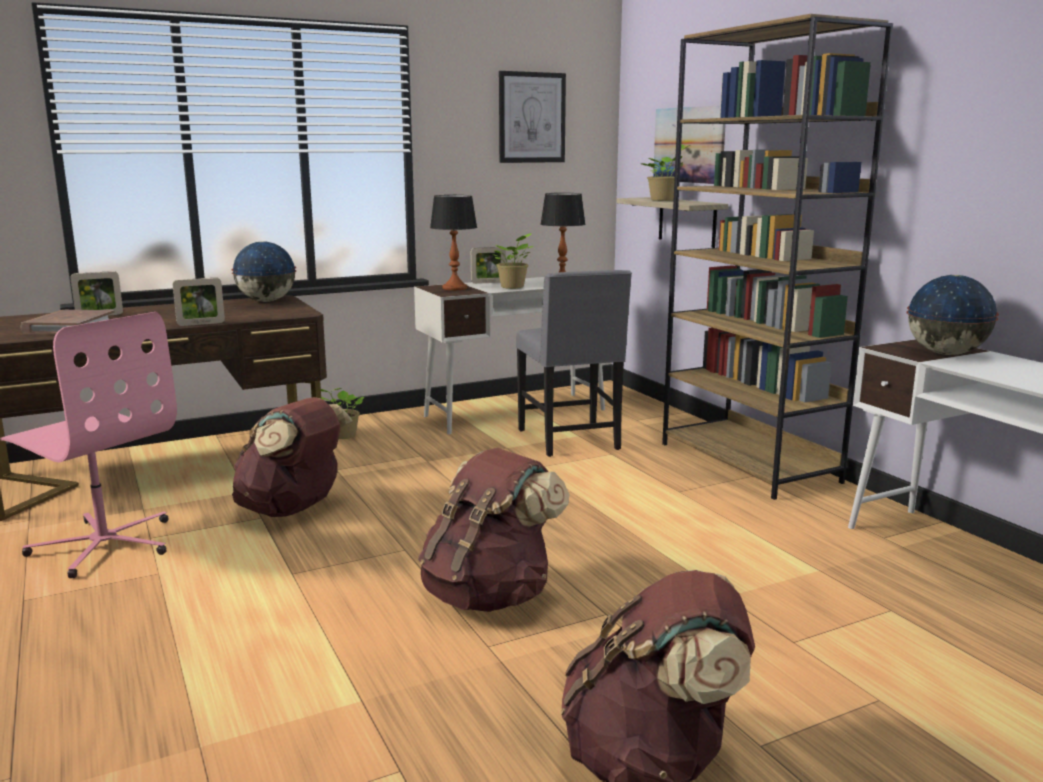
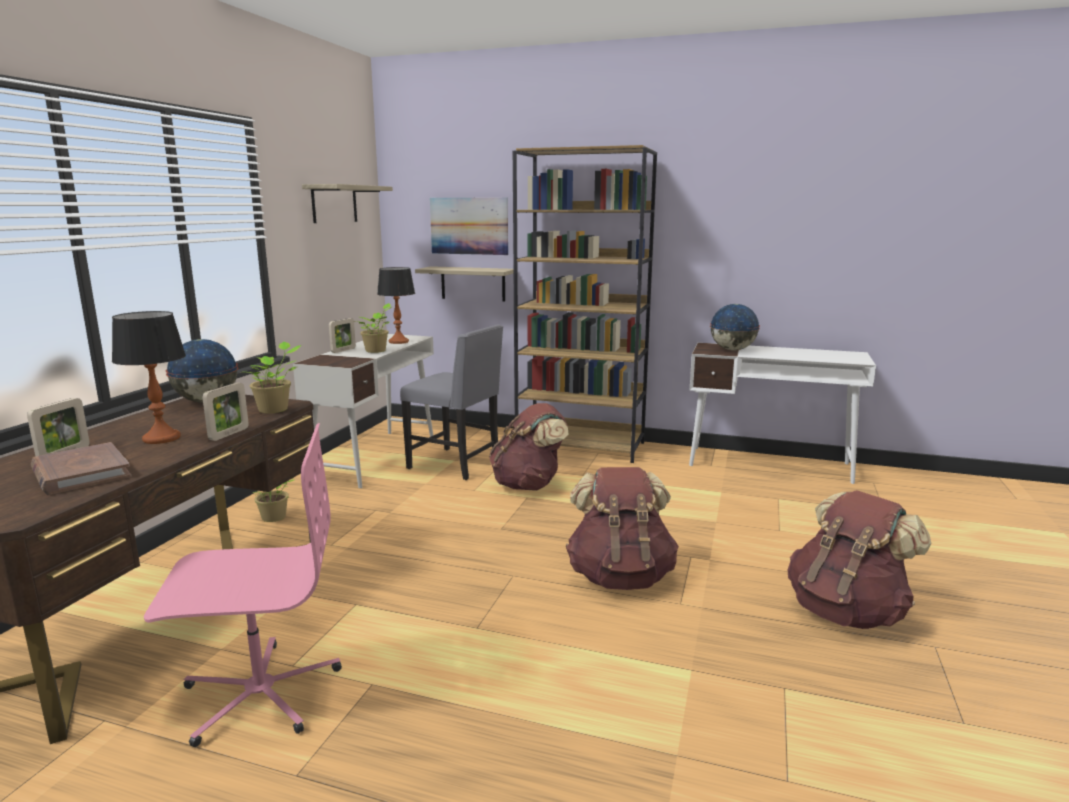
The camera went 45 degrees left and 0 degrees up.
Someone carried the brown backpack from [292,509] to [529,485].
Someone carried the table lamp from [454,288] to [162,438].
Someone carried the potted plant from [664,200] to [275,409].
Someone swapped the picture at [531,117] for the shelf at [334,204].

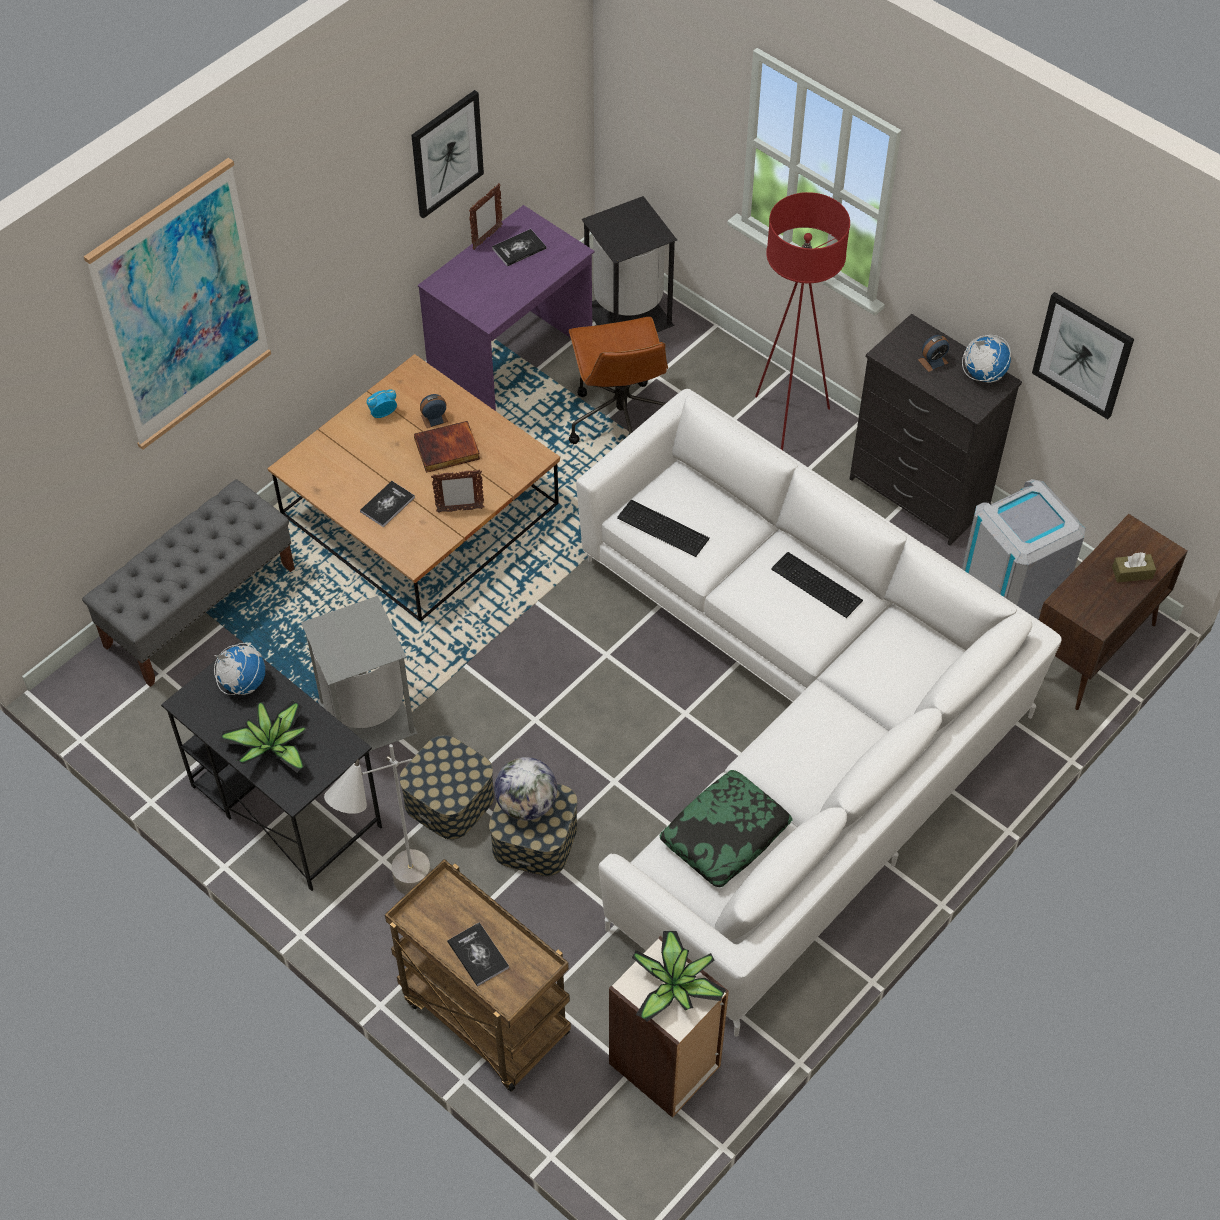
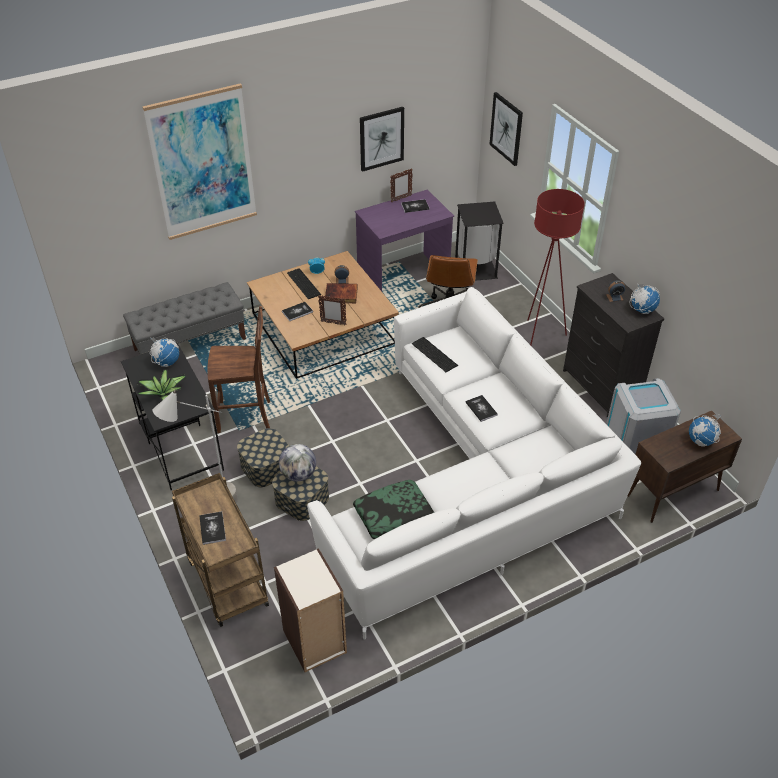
The camera went 20 degrees right and 10 degrees down.
Someone took away the potted plant at [675,986].
Someone put down the book at [481,409].
Someone carried the keyboard from [816,586] to [303,284].
Someone carried the picture from [1083,354] to [506,128].
Someone swapped the grey trash can at [369,718] for the brown chair at [246,416].
Someone swapped the brown tissue box at [1132,573] for the globe at [701,441].

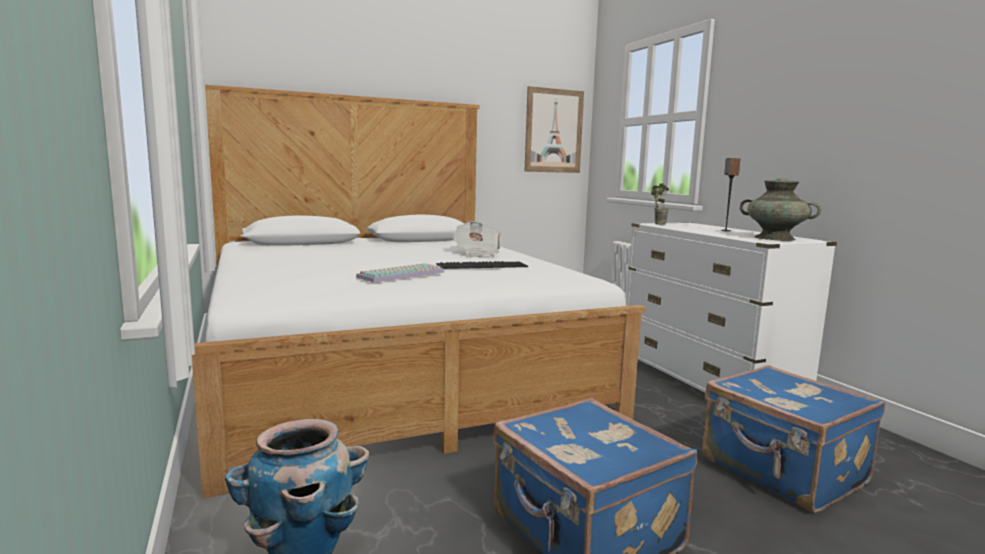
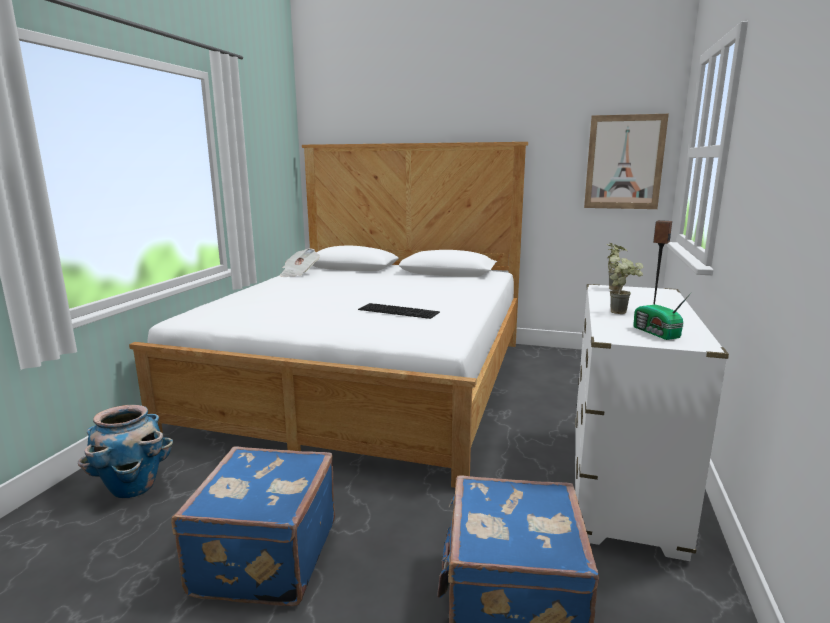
The camera went 40 degrees right and 5 degrees up.
Someone took away the keyboard at [401,274].
Someone put down the potted plant at [622,312].
Someone carried the newspaper from [477,253] to [299,274].
Someone swapped the turquoise vase at [775,238] for the radio at [656,333].

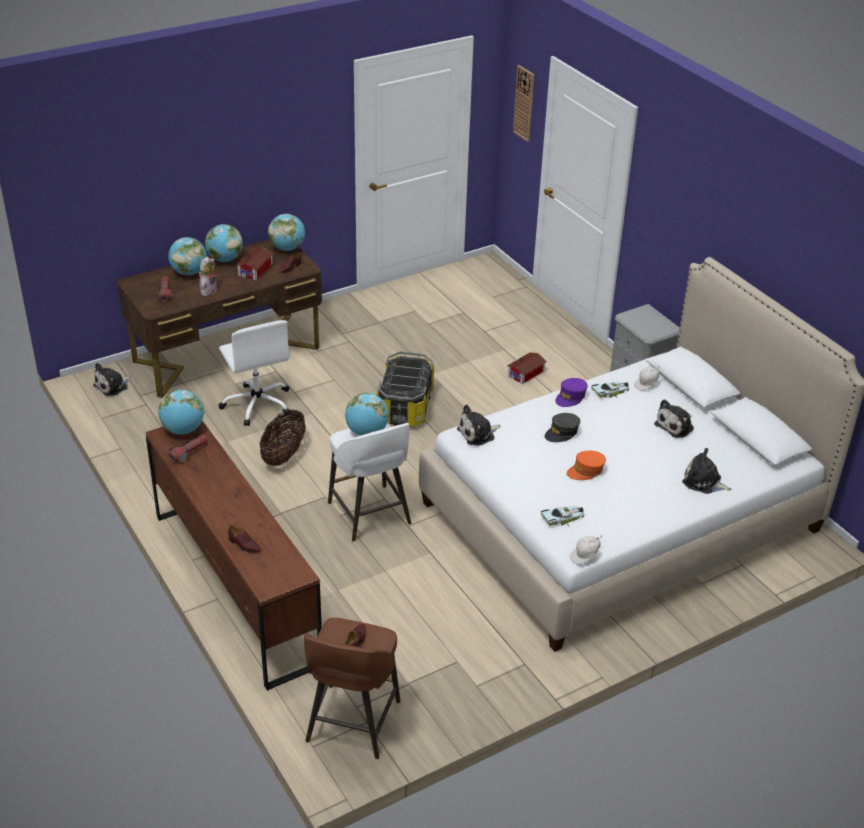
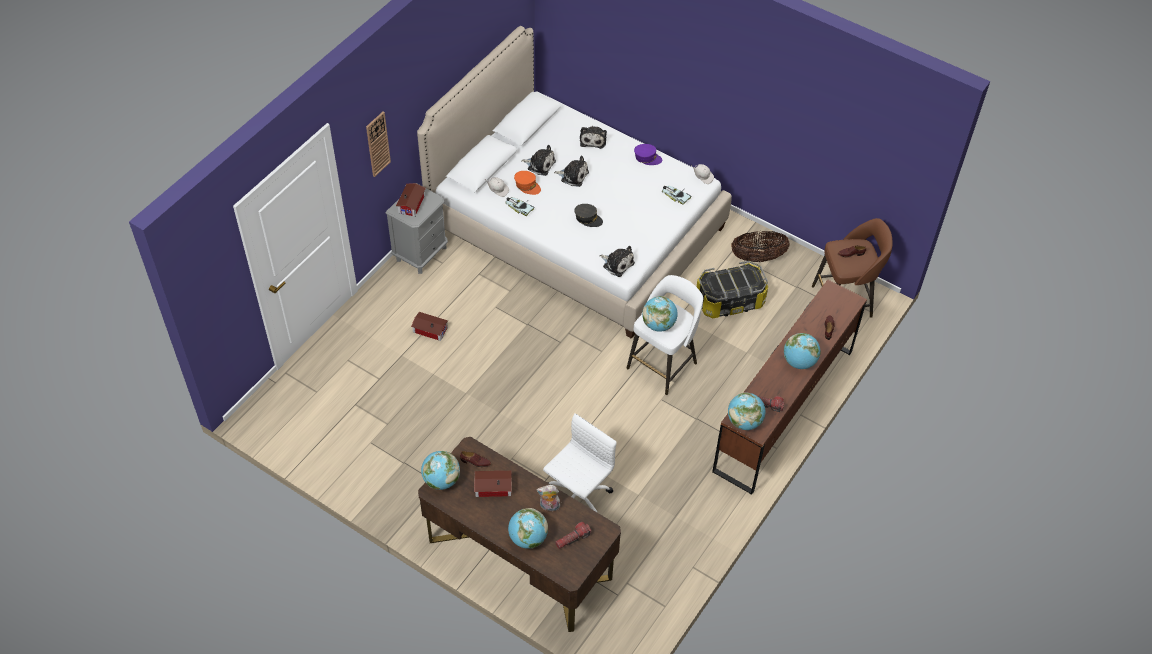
The camera went 115 degrees left and 15 degrees up.
Someone put down the toy house at [412,203].
Someone carried the plush toy from [113,386] to [573,176].
Someone carried the globe from [225,259] to [799,362].
Someone carried the basket from [284,454] to [758,257].
Someone carried the storage box from [404,406] to [729,301].
Someone carried the wall clock from [524,103] to [377,144].
Someone carried the purple cap from [570,397] to [647,158].
Someone carried the orange cap from [586,471] to [527,186].

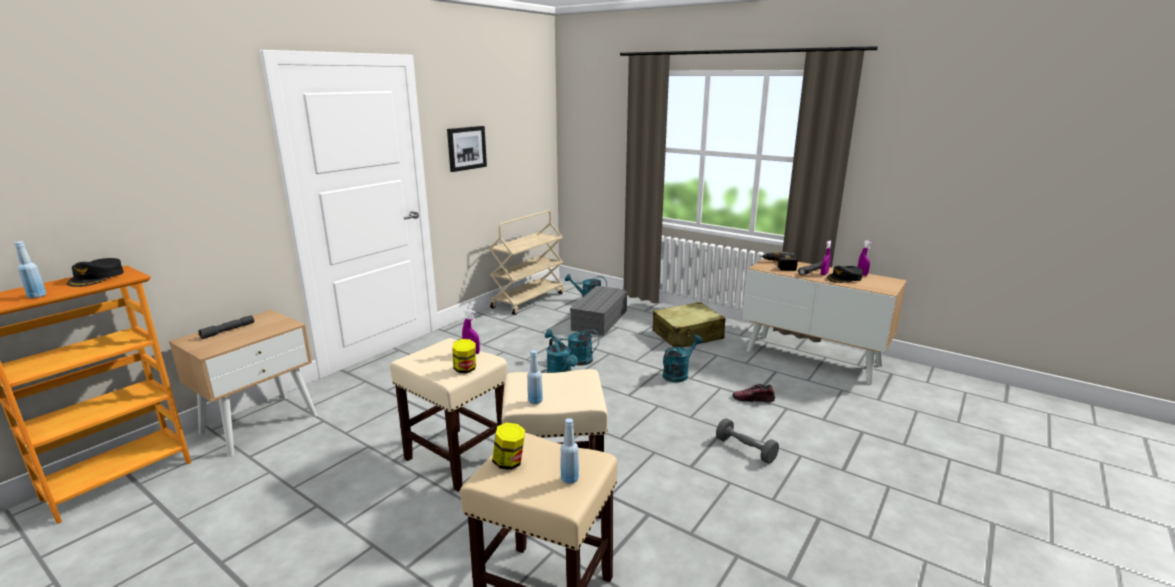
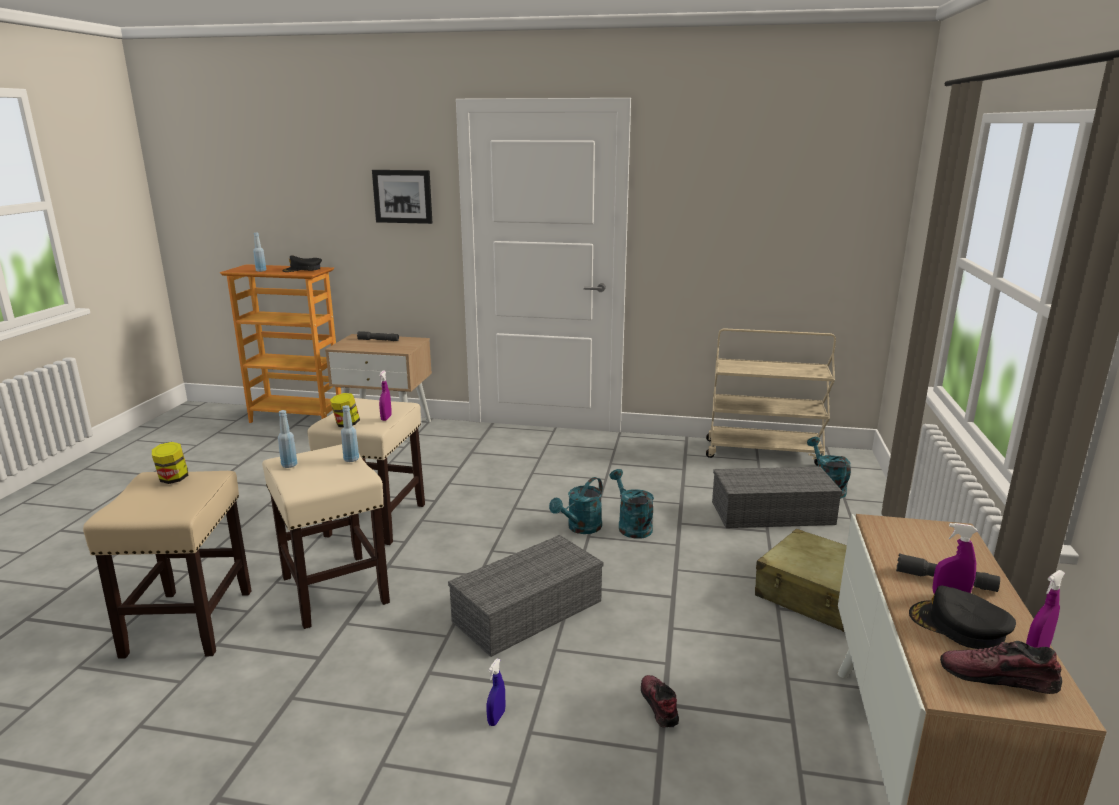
The camera went 65 degrees right and 0 degrees up.
Someone took away the turquoise watering can at [678,374].
Someone took away the power drill at [779,265].
Someone put down the grey storage box at [528,609].
Someone put down the shoe at [998,678].
Someone carried the picture from [466,148] to [403,196].
Someone carried the blue bottle from [569,479] to [351,459].
Someone swapped the grey dumbbell at [745,450] for the blue spray bottle at [496,718].

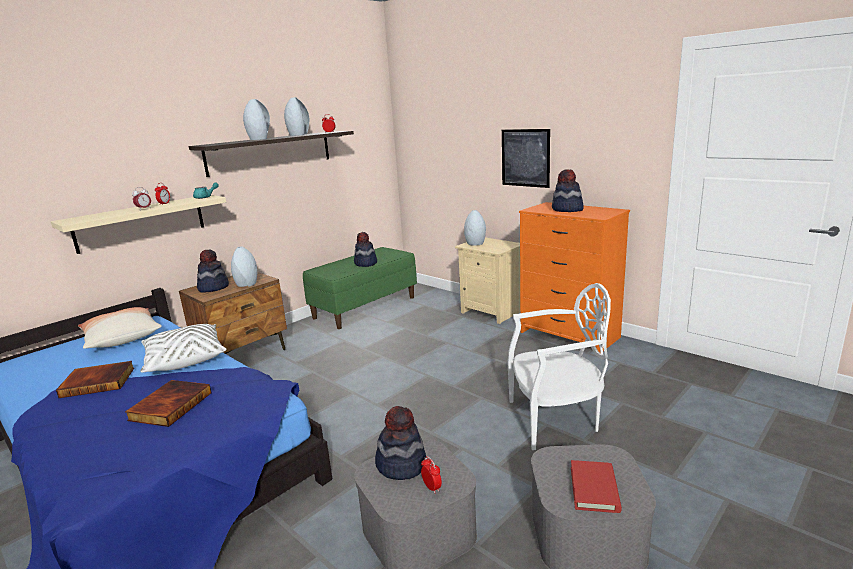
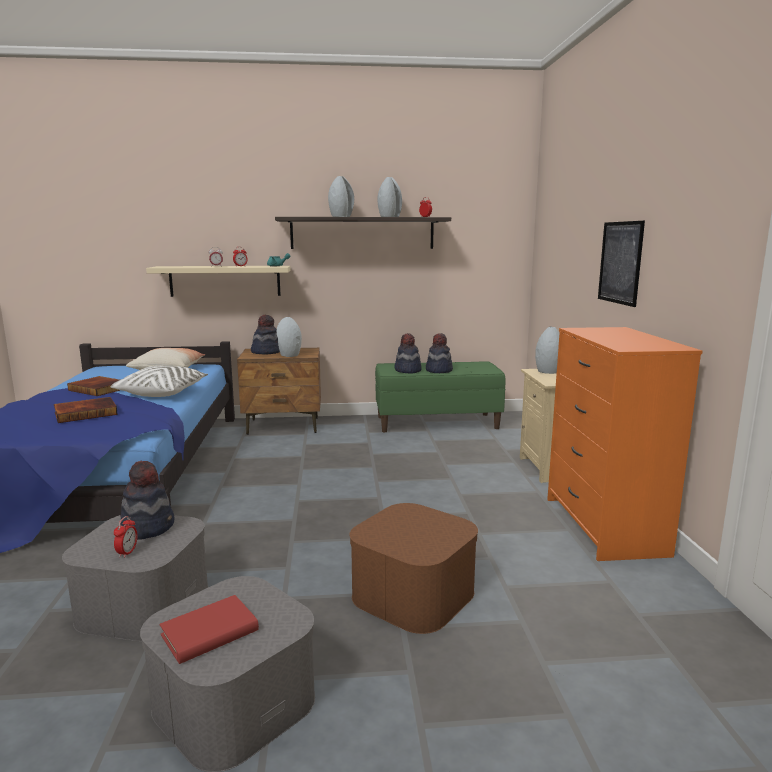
The camera went 40 degrees right and 5 degrees down.
Someone carried the hat from [567,210] to [407,370].
Someone swapped the white chair at [555,420] for the brown storage box at [413,594].

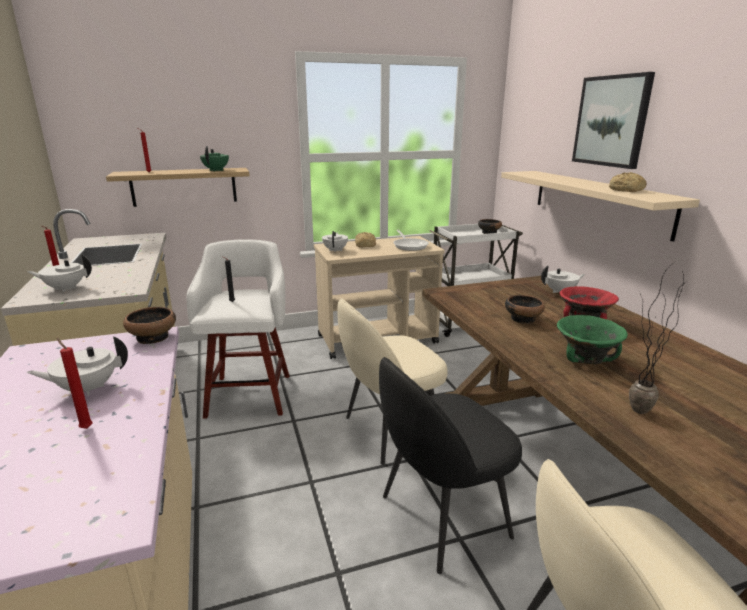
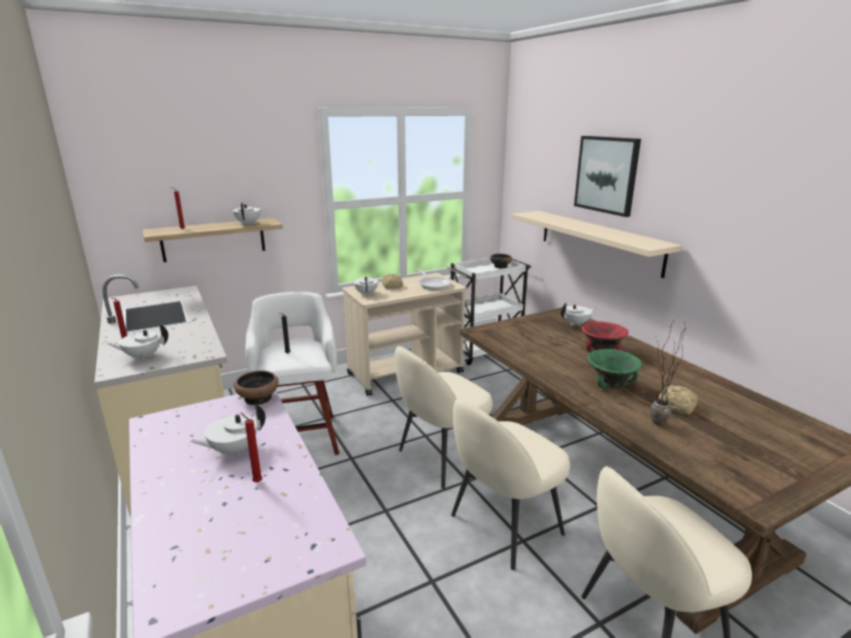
The camera went 10 degrees left and 0 degrees up.
Someone took away the bowl at [523,318].
Someone carried the bread from [627,190] to [677,406].
Someone repainted the green teapot at [216,170], which became the white teapot at [249,223].
Someone repainted the black chair at [441,517], which became the beige chair at [503,526].

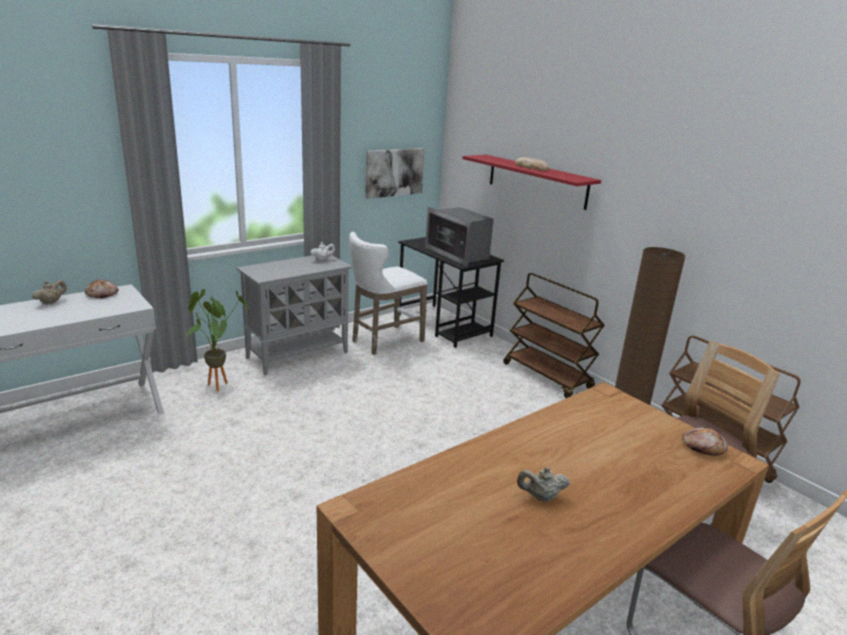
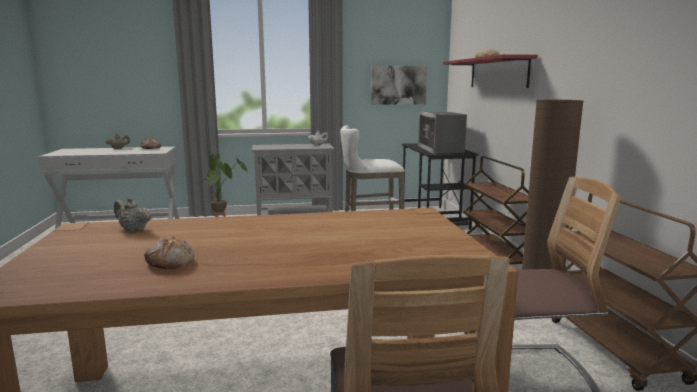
The camera went 30 degrees right and 10 degrees down.
Someone carried the beige teapot from [541,497] to [133,230].
Someone carried the bread from [702,447] to [171,262].

